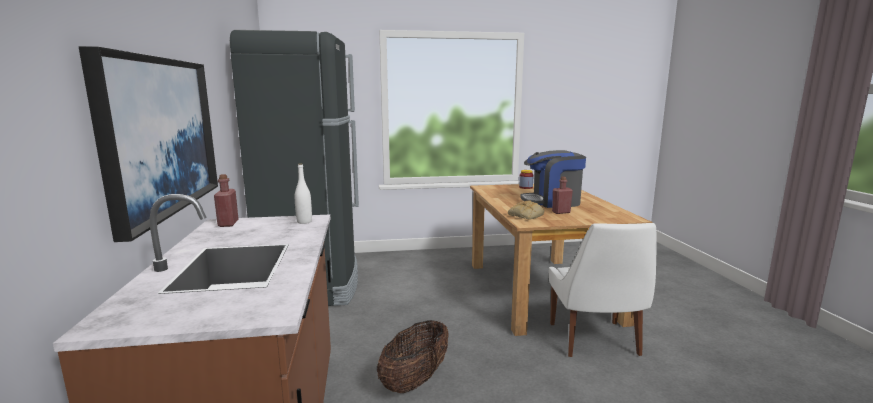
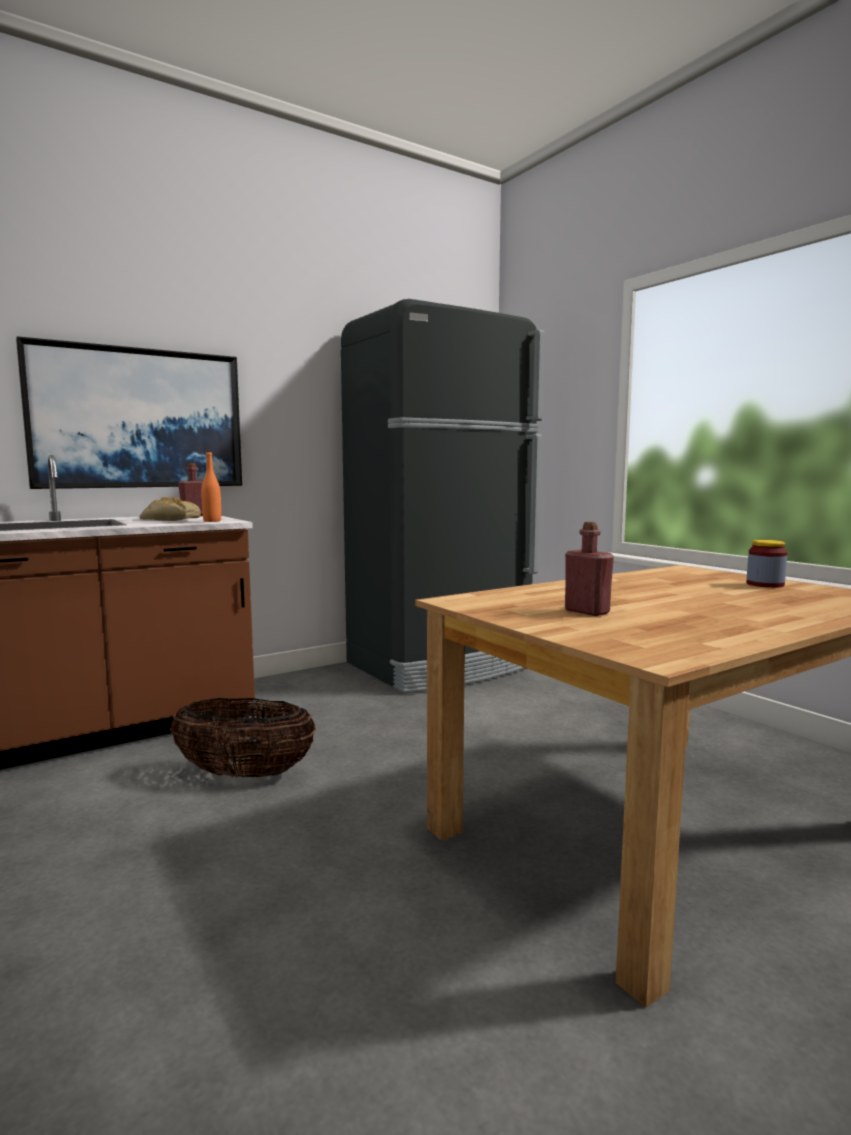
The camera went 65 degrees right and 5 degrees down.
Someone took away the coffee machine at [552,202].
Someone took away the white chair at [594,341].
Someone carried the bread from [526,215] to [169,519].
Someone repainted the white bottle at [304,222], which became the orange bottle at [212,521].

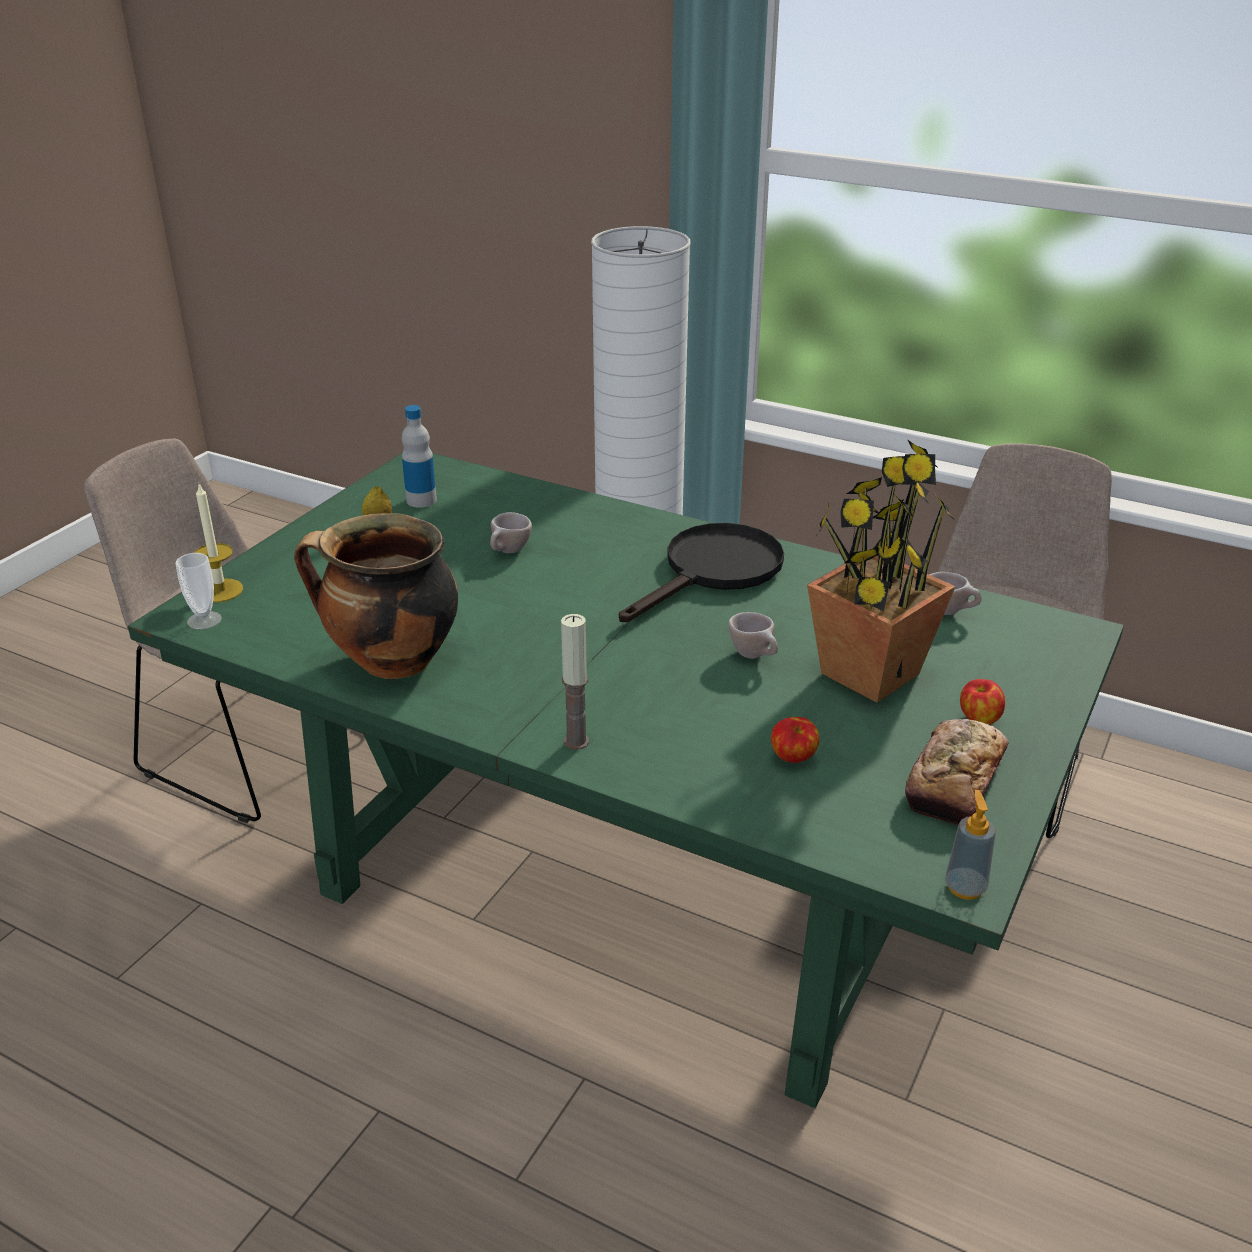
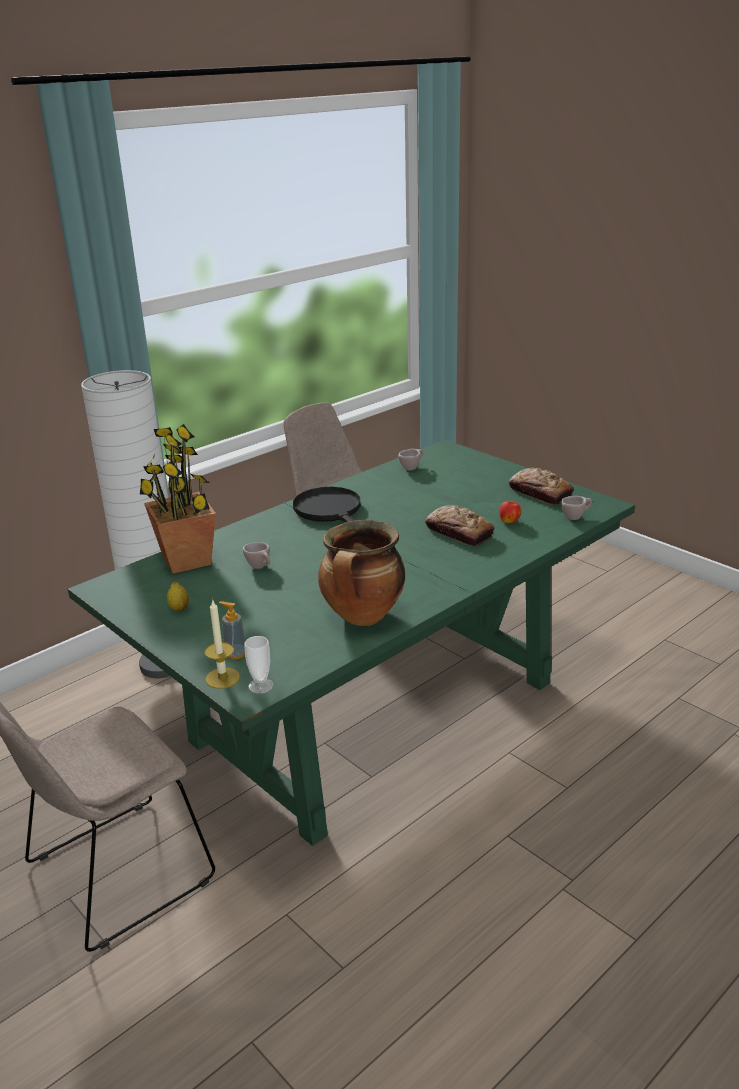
The camera went 70 degrees left and 5 degrees down.
Someone took away the bottle at [421,500].
Someone took away the candle at [576,741].
Someone took away the apple at [978,719].
Someone put down the bread at [459,532].
Someone carried the beige cup from [755,656] to [575,517].
Someone carried the potted plant from [869,674] to [187,561].
Someone carried the soap dispenser from [965,887] to [235,654].

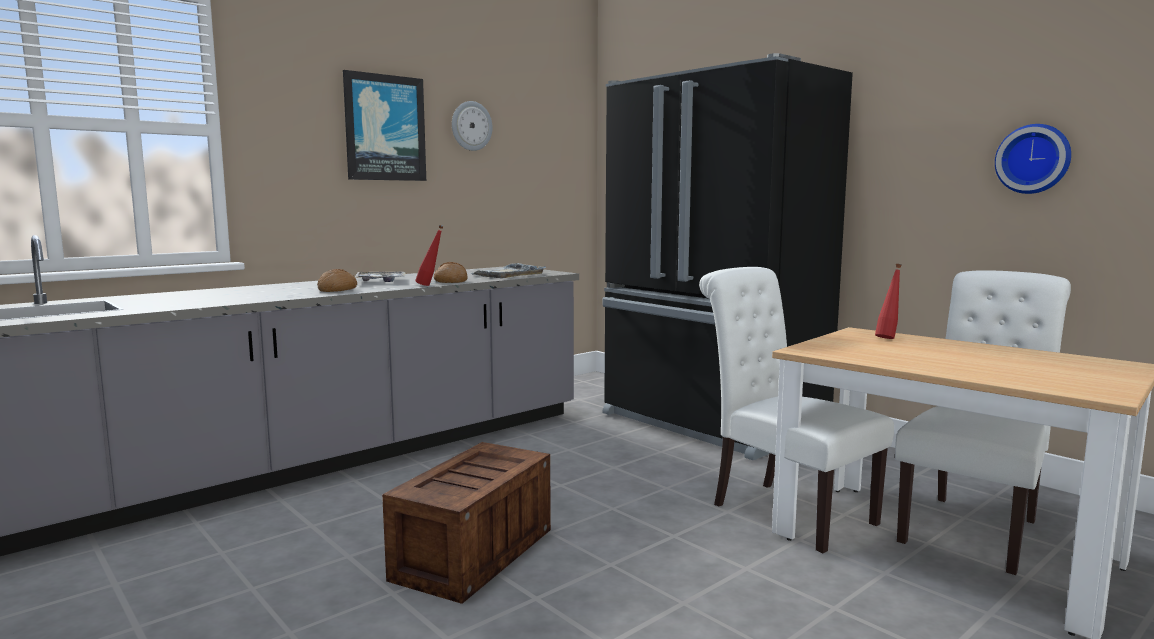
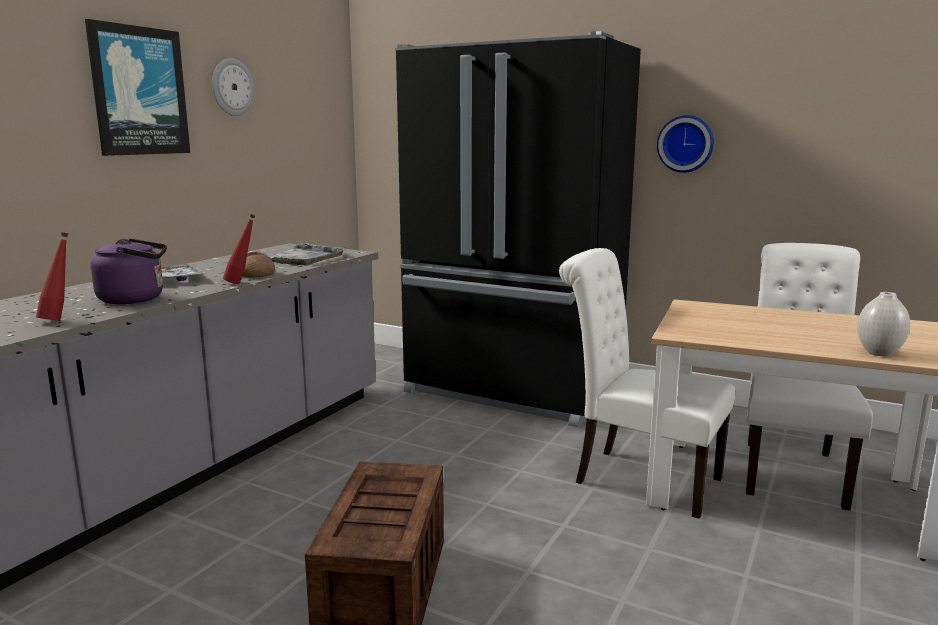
The camera went 20 degrees left and 5 degrees up.
Someone put down the white vase at [878,353].
Someone carried the red bottle from [888,338] to [60,319].
Someone carried the wall clock from [1034,159] to [686,144].
Someone swapped the bread at [337,290] for the purple kettle at [136,299].

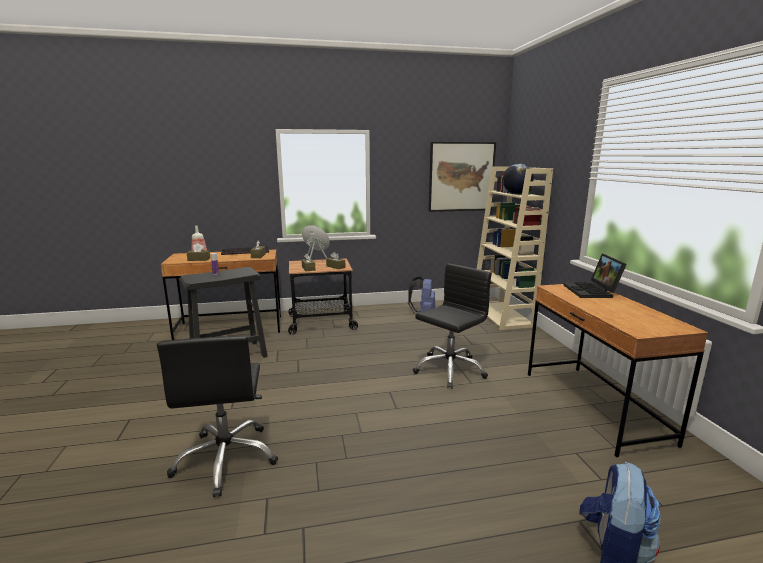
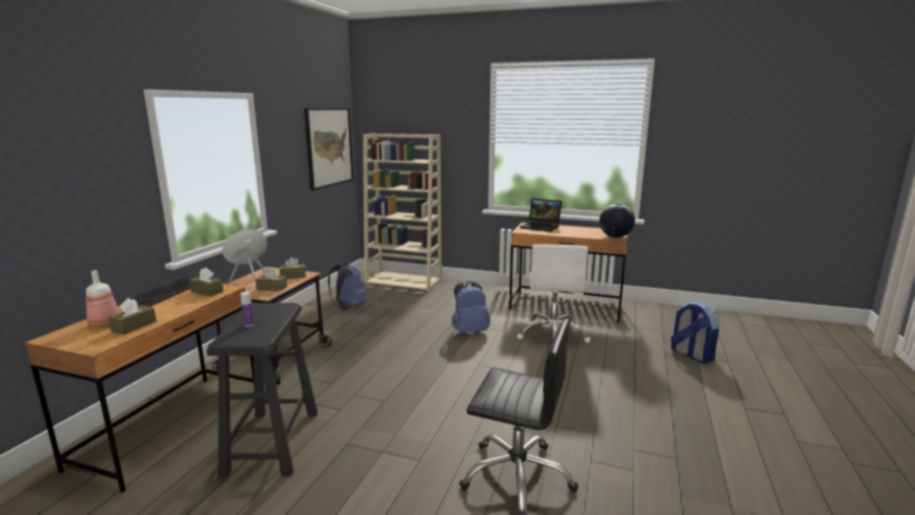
The camera went 60 degrees left and 0 degrees up.
Someone put down the white office chair at [553,336].
Someone carried the globe from [516,194] to [615,237].
Someone swapped the black office chair at [449,369] for the blue backpack at [469,331].

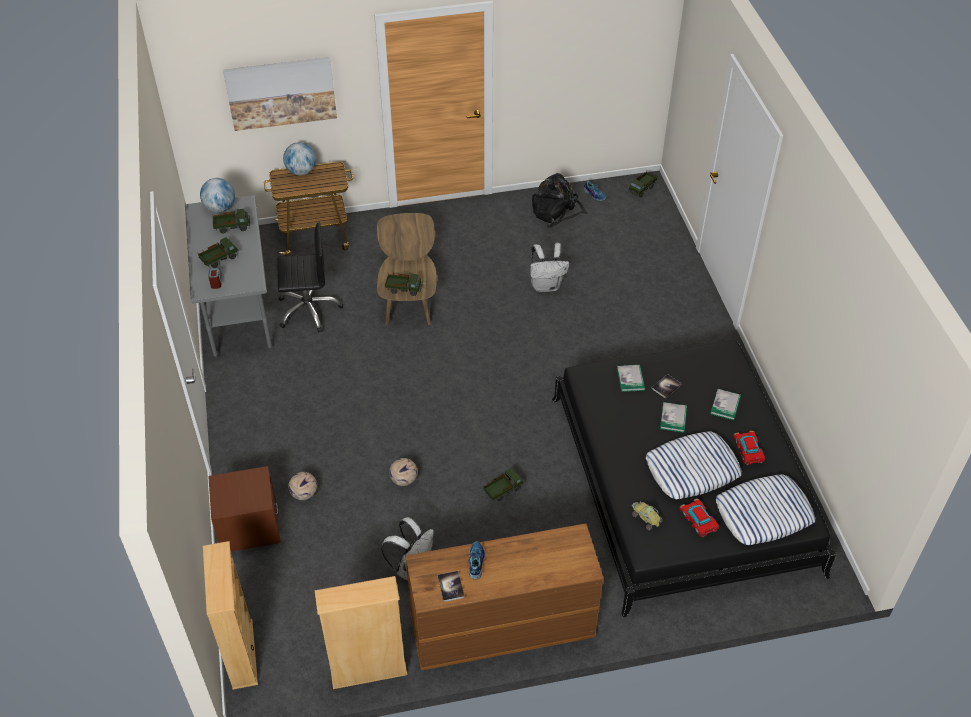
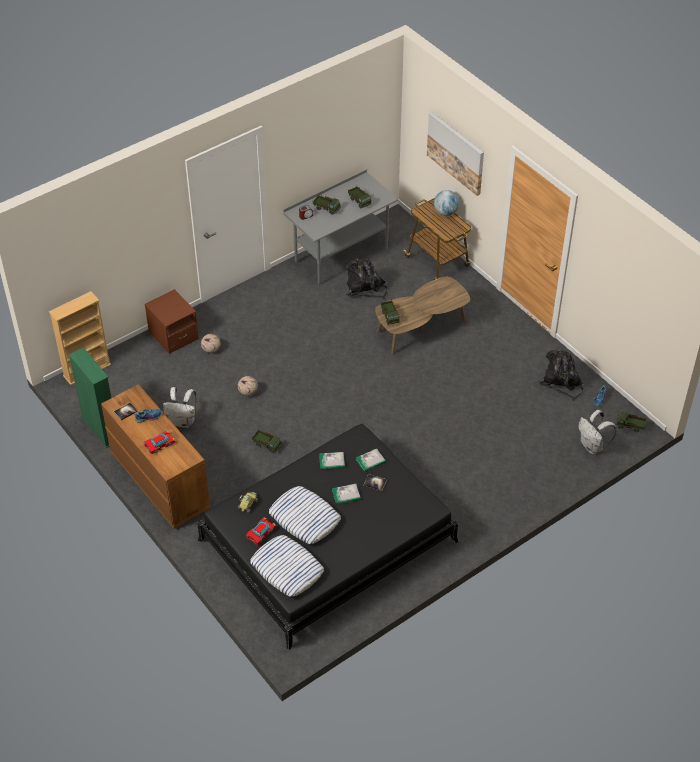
The camera went 65 degrees right and 0 degrees up.
Someone took away the globe at [220,208].
Someone carried the white backpack from [546,285] to [592,446].
Someone carried the book from [725,405] to [332,461].
Someone carried the toy car from [748,450] to [159,444].
Someone swapped the black office chair at [308,310] for the black backpack at [365,288].
Someone repainted the beige bookcase at [368,671], which became the green bookcase at [101,429].

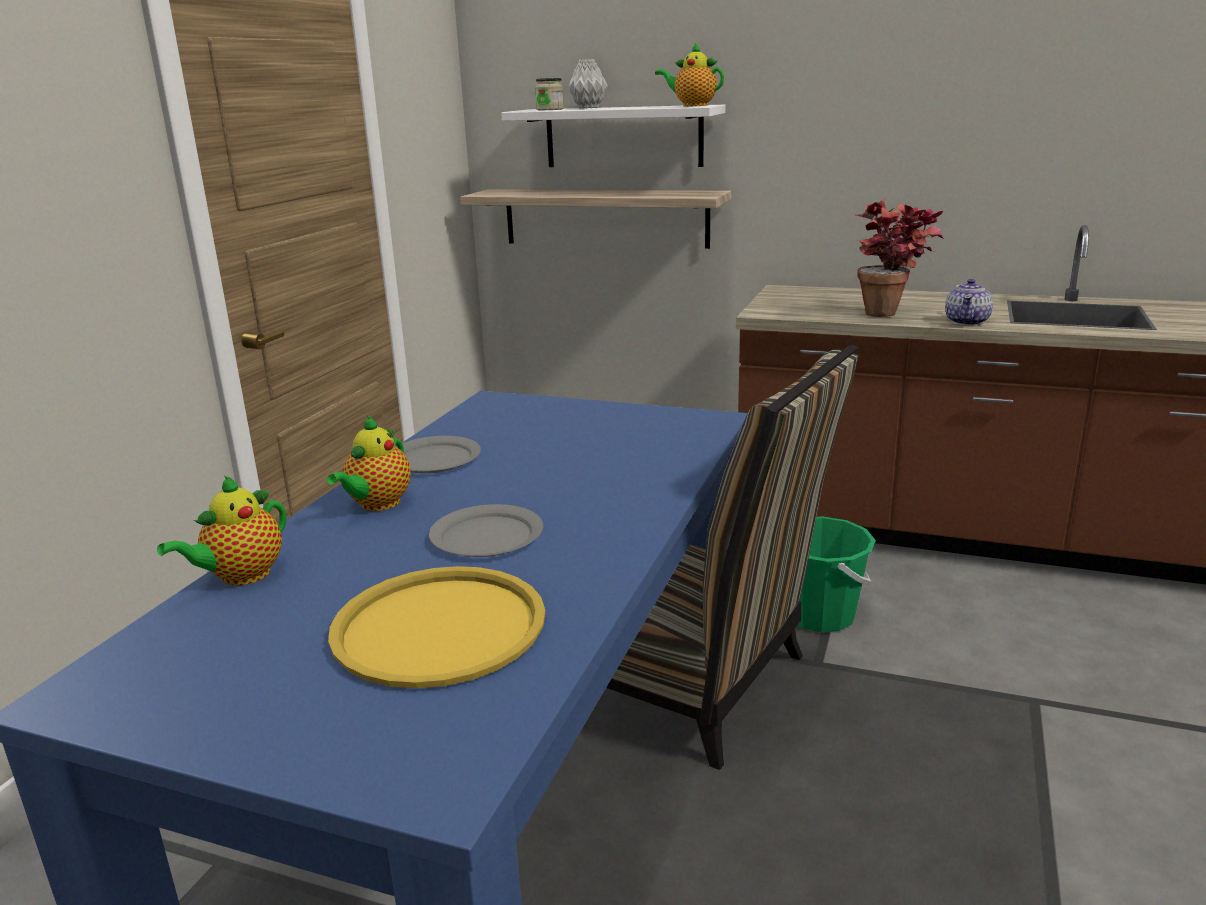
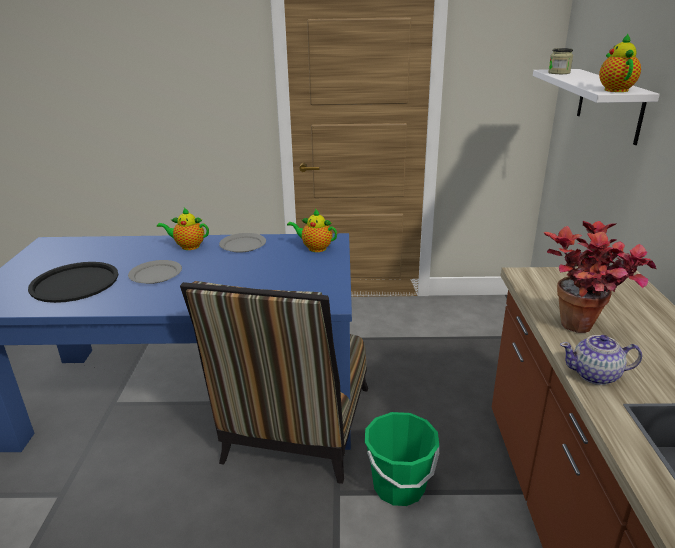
The camera went 70 degrees right and 5 degrees up.
Someone took away the shelf at [605,217].
Someone took away the grey vase at [588,108].
Someone carried the teapot from [241,576] to [315,248].
Someone repainted the yellow tray at [438,627], which became the black tray at [75,283].

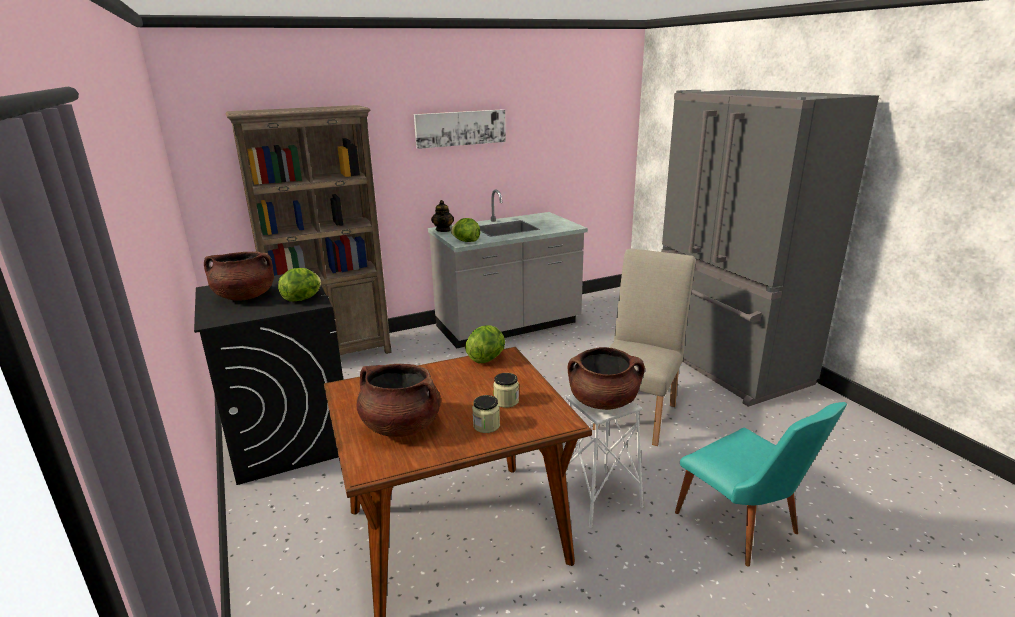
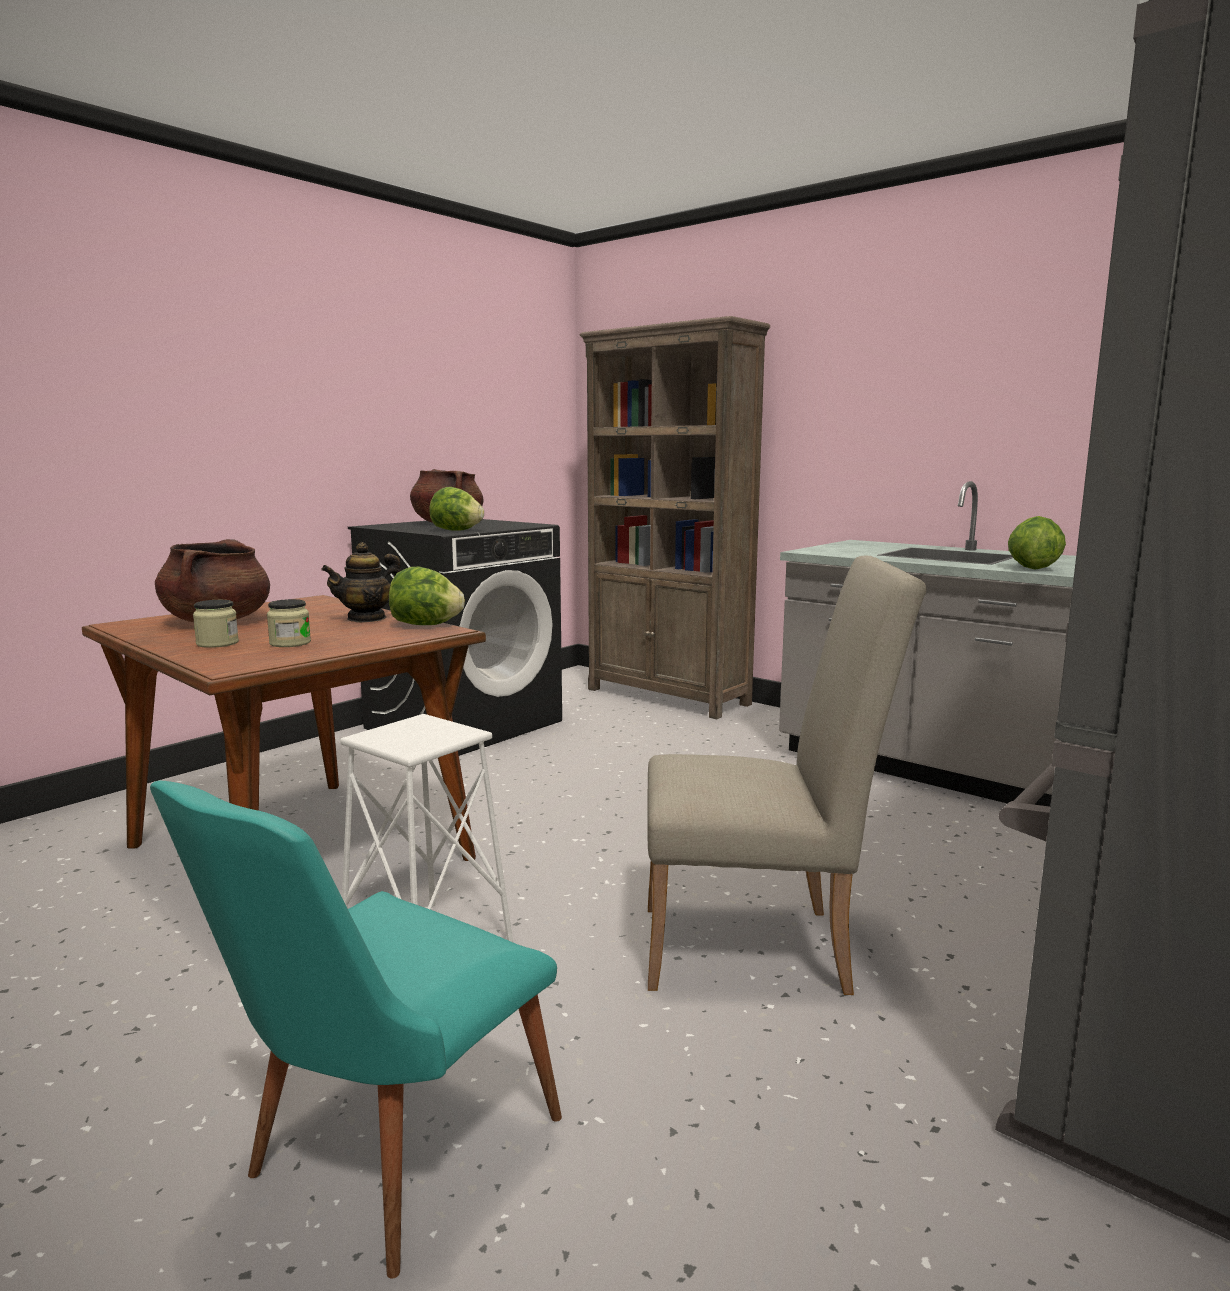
The camera went 65 degrees right and 10 degrees down.
Someone took away the picture at [460,128].
Someone took away the brown cooking pot at [603,402].
Someone carried the teapot from [443,230] to [367,618].
Someone carried the lettuce from [466,241] to [1031,568].

